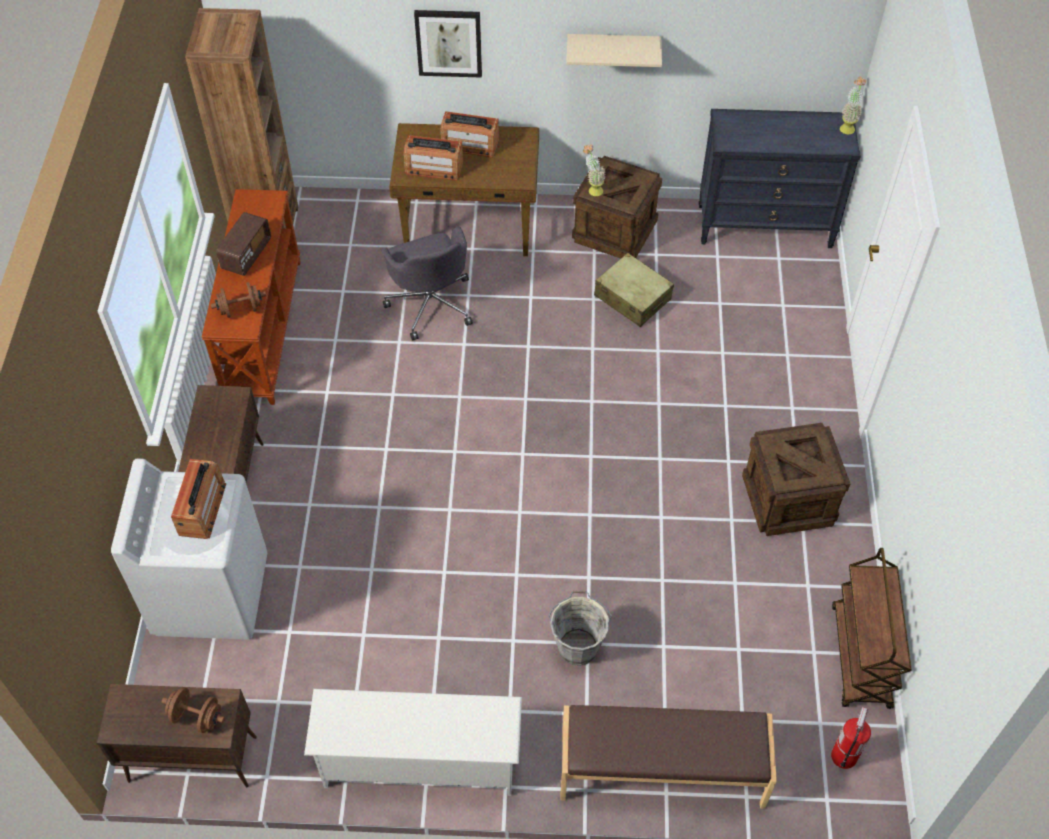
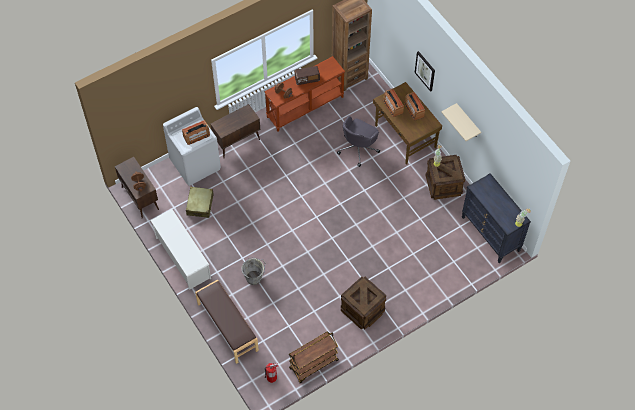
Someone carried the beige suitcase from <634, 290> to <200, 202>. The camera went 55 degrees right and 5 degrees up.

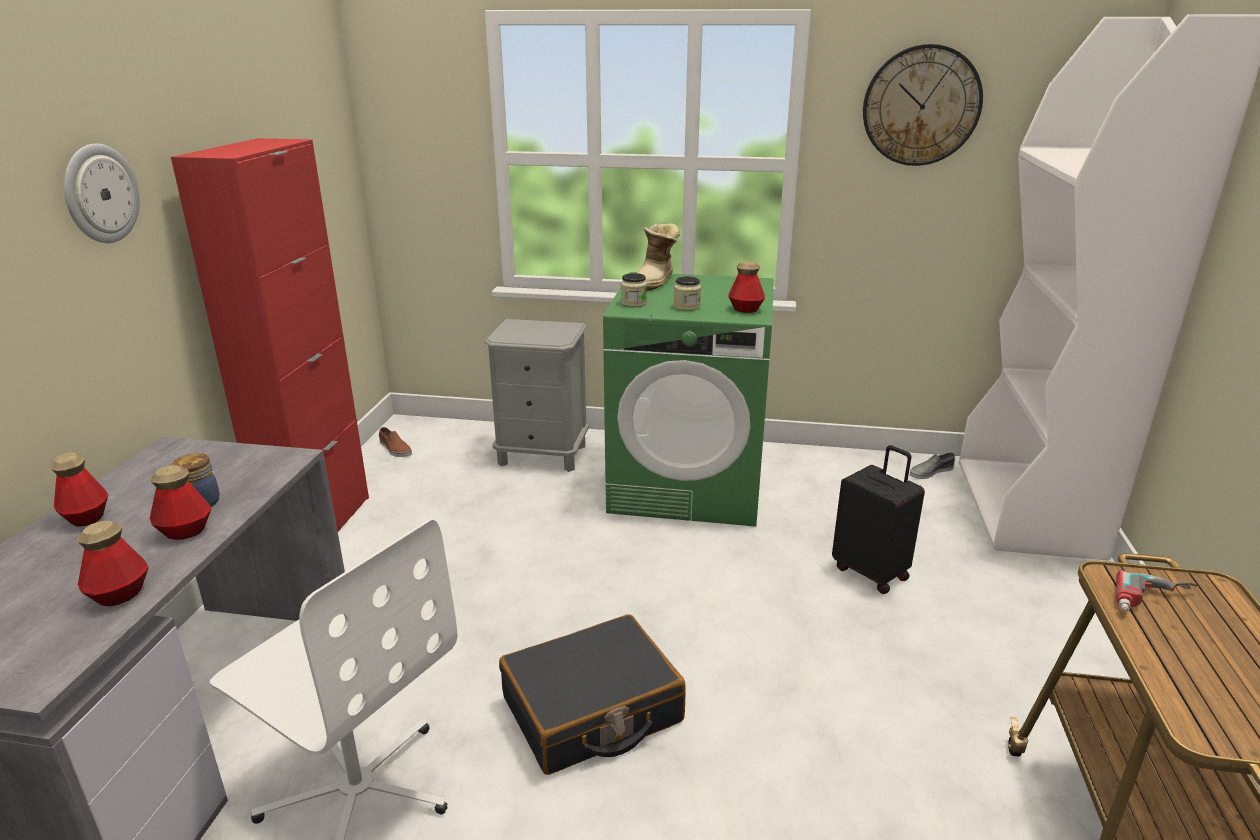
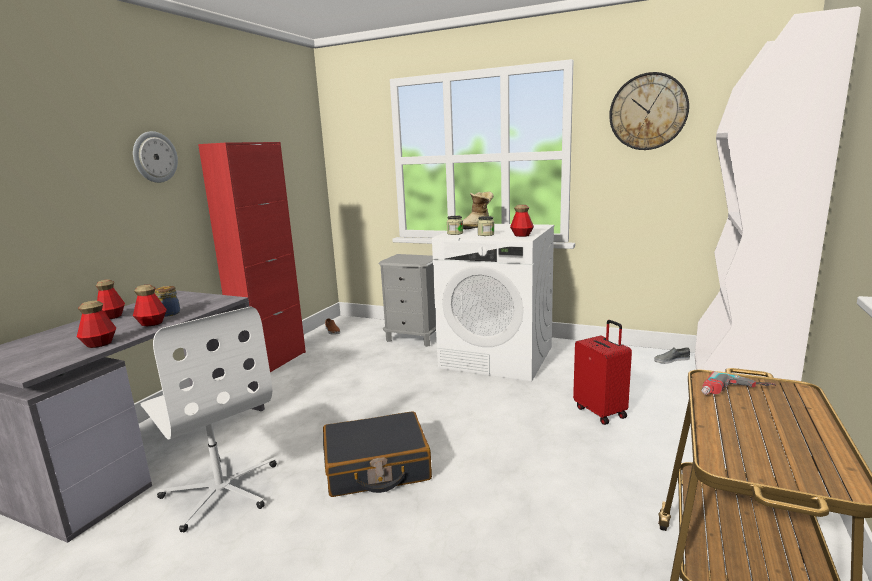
Someone repainted the green washing machine at <688, 399>, which became the white washing machine at <493, 302>. Someone repainted the black suitcase at <878, 519>, which became the red suitcase at <602, 372>. The camera went 15 degrees right and 10 degrees down.

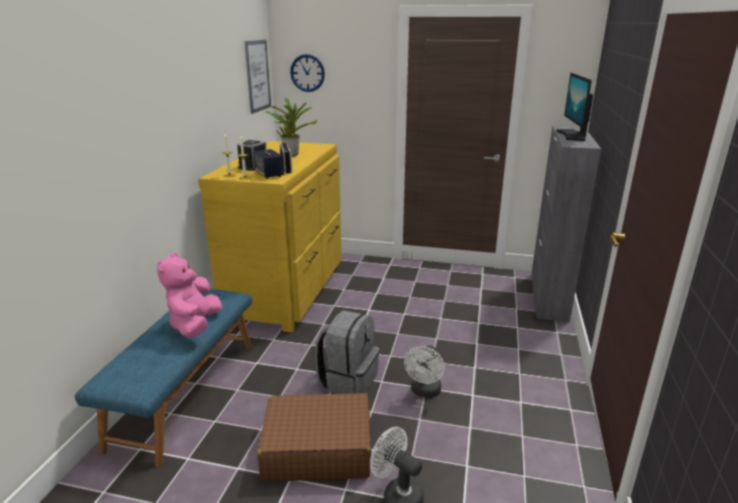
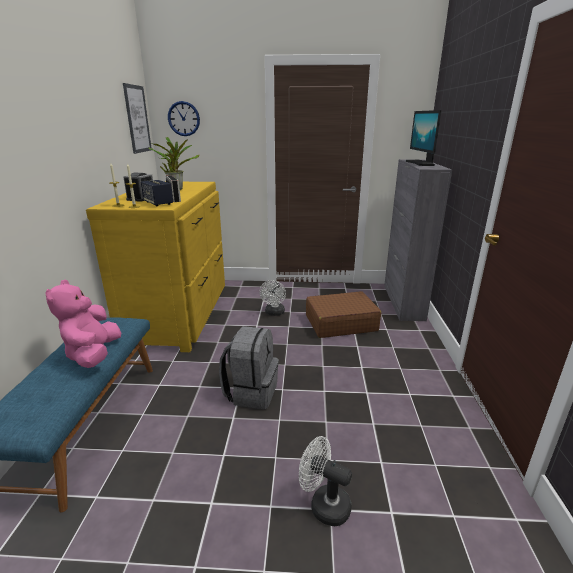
Someone carried the brown suitcase from <314, 437> to <343, 314>. Someone carried the white fan from <424, 371> to <272, 298>. The camera went 10 degrees left and 0 degrees up.

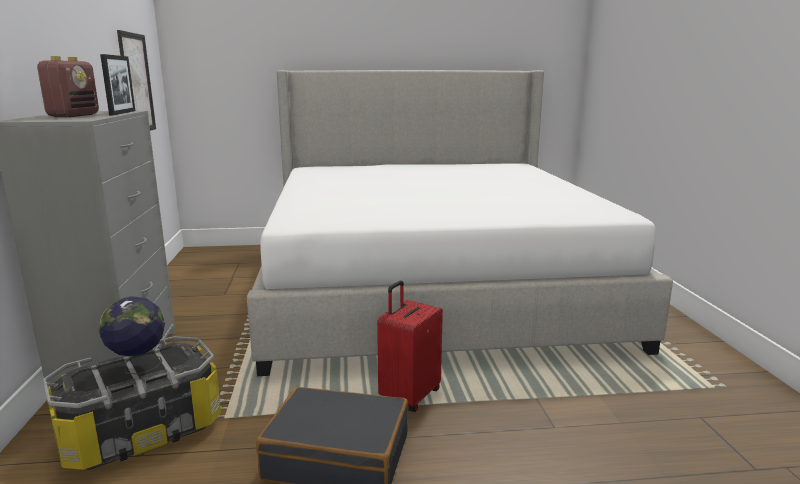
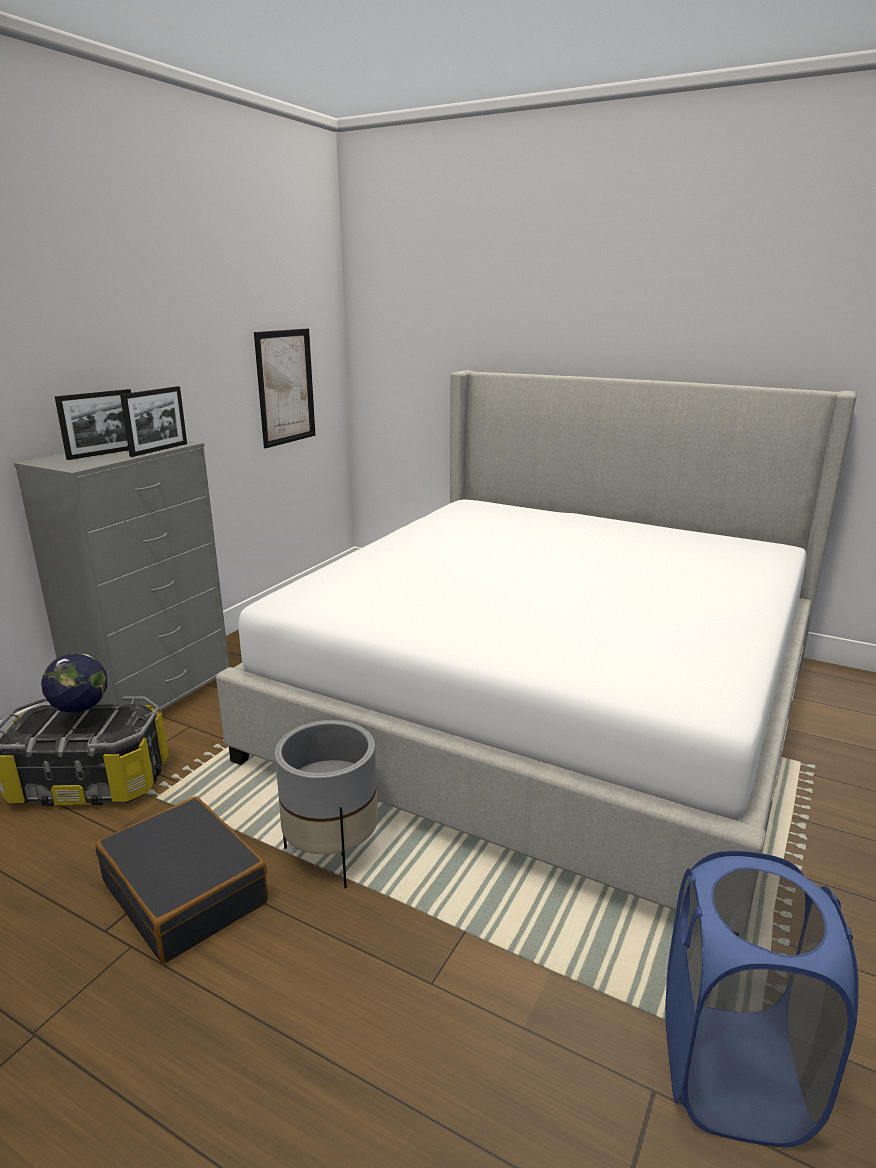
Someone swapped the radio at <68, 86> for the picture frame at <93, 424>. Someone swapped the red suitcase at <410, 346> for the grey planter at <326, 804>. Someone put down the blue laundry basket at <762, 999>. The camera went 35 degrees right and 5 degrees up.

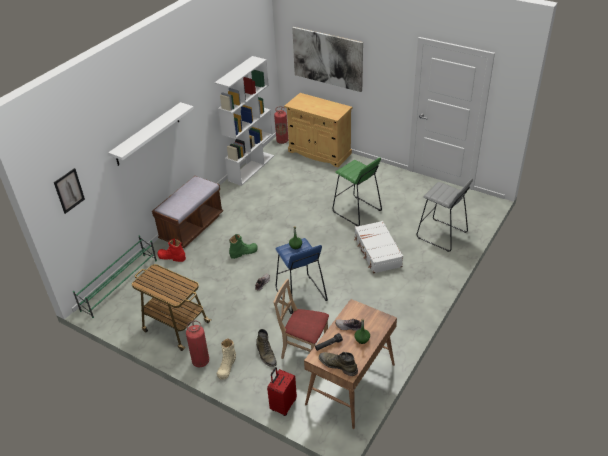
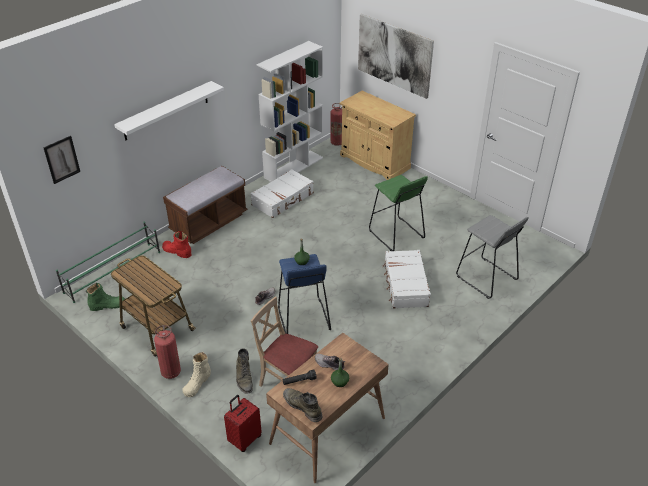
Someone carried the green boot from <243, 246> to <105, 297>. Someone put down the white suitcase at <282, 193>. The camera went 10 degrees right and 0 degrees up.

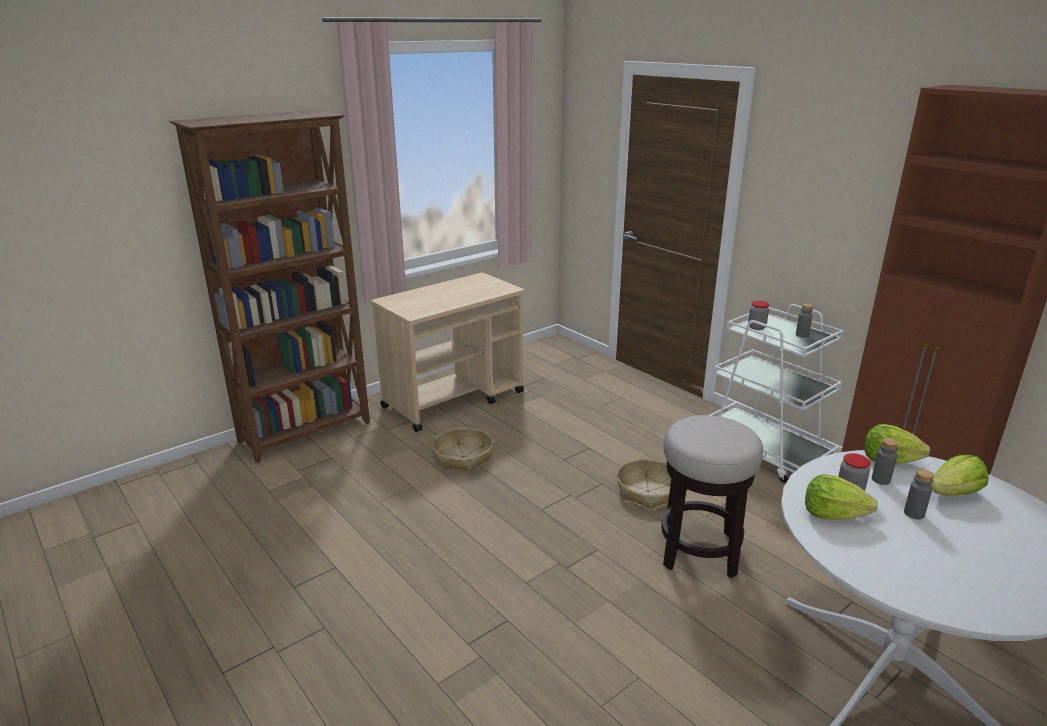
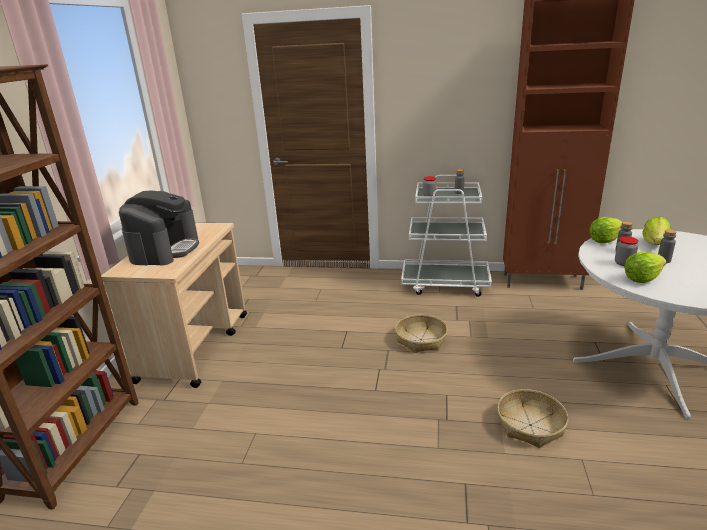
Someone carried the basket from <463, 449> to <532, 418>. Someone took away the stool at <712, 496>. Someone put down the coffee machine at <159, 228>. The camera went 40 degrees left and 0 degrees up.

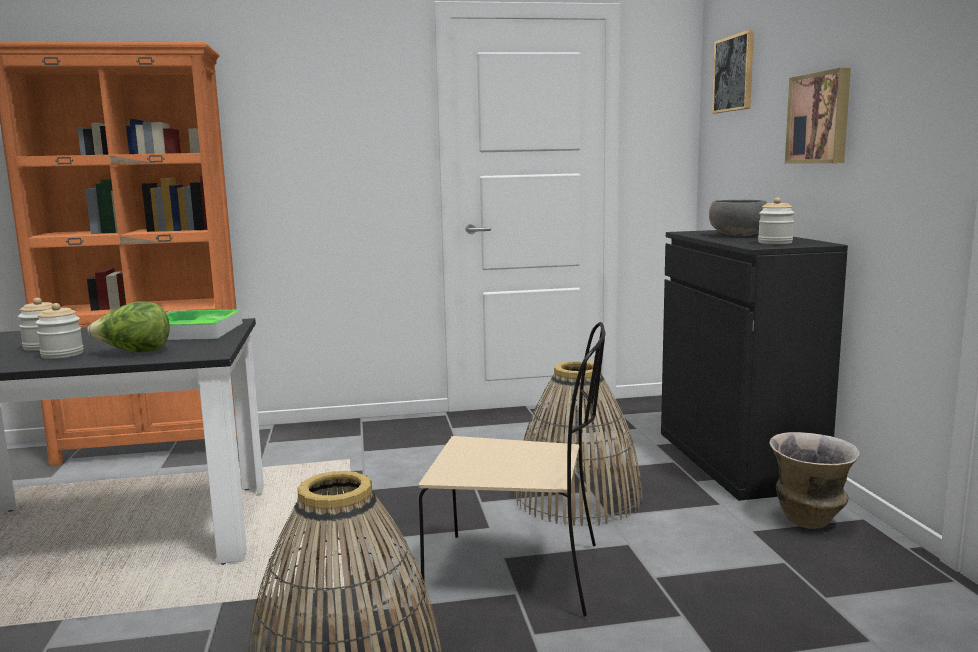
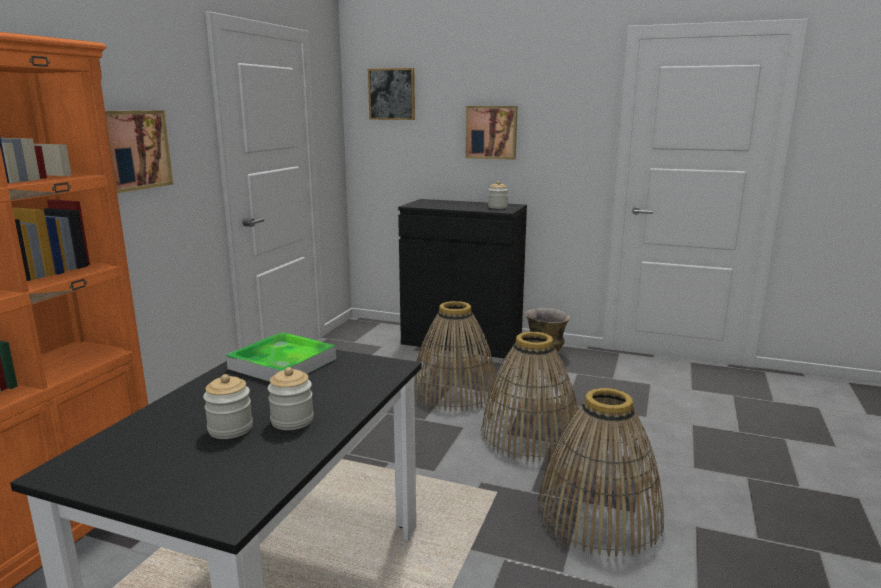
Someone took away the lettuce at <128, 327>. Someone swapped the beige chair at <512, 469> for the basket at <530, 397>. Someone took away the grey bowl at <738, 218>. Someone put up the picture at <139, 151>. The camera went 60 degrees left and 5 degrees up.

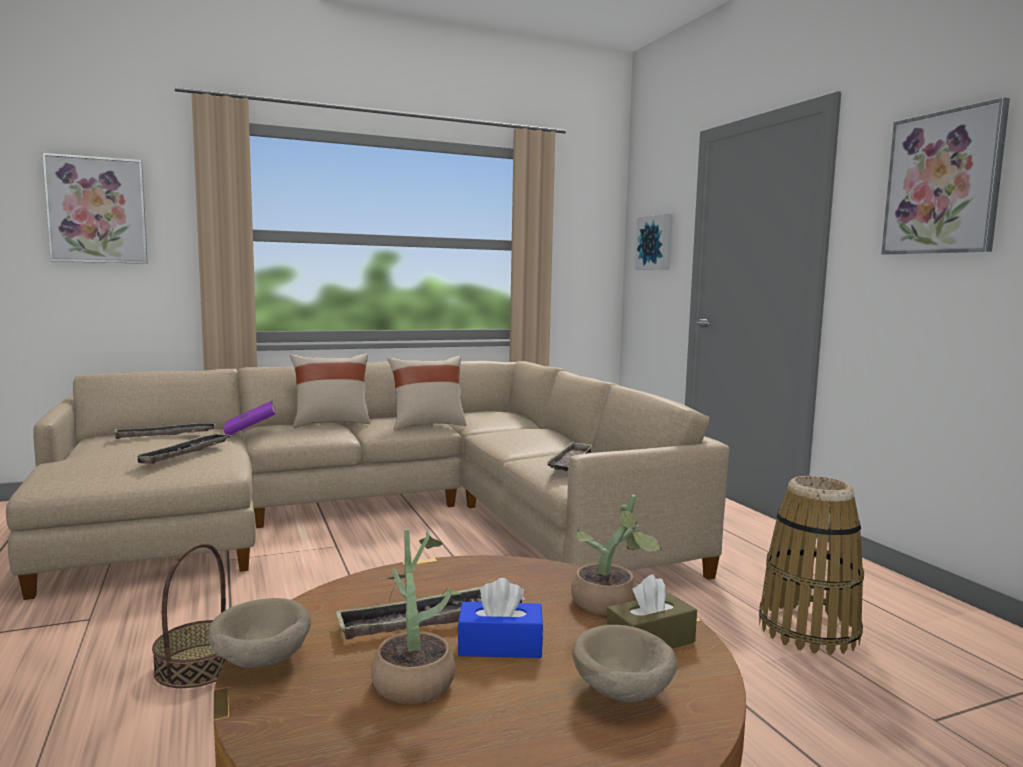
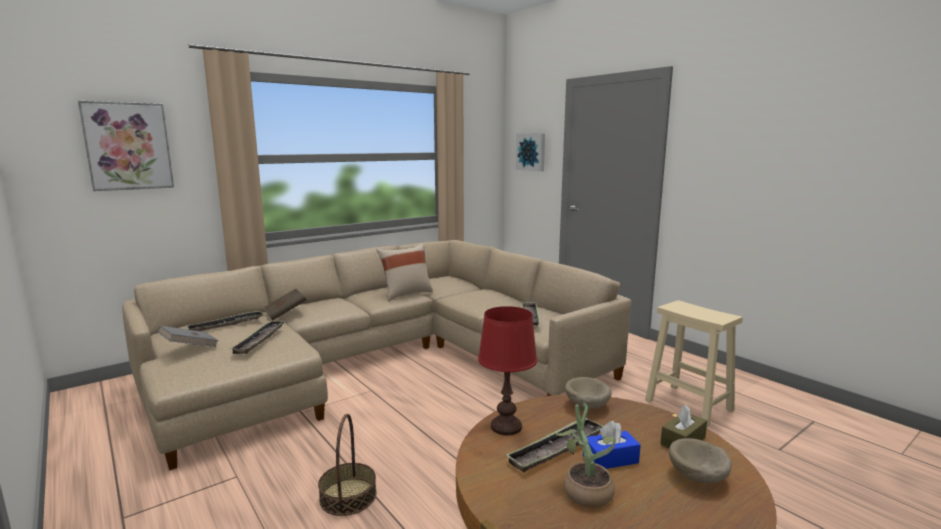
Someone carried the beige bowl from <259, 633> to <588, 393>. Someone repainted the purple book at <249, 418>, which became the brown book at <284, 305>. Someone took away the beige pillow at <330, 390>. Someone took away the potted plant at <616, 555>. Someone swapped the basket at <811, 565> for the beige stool at <694, 363>. Someone took away the picture at <945, 176>. Someone put down the grey book at <188, 336>. Someone put down the red table lamp at <507, 370>. The camera went 15 degrees left and 5 degrees up.

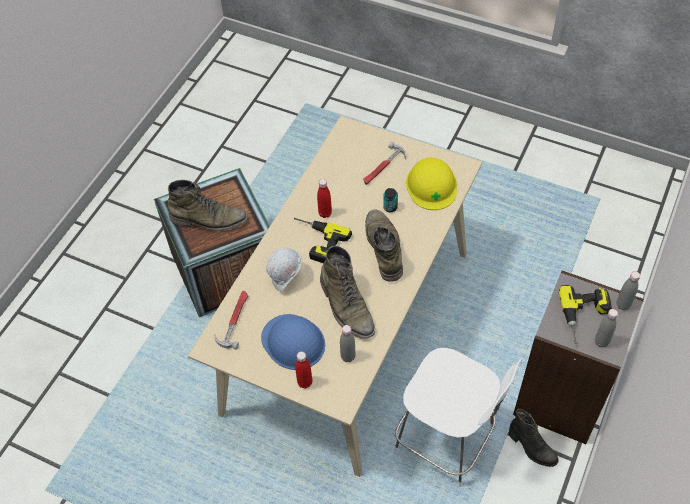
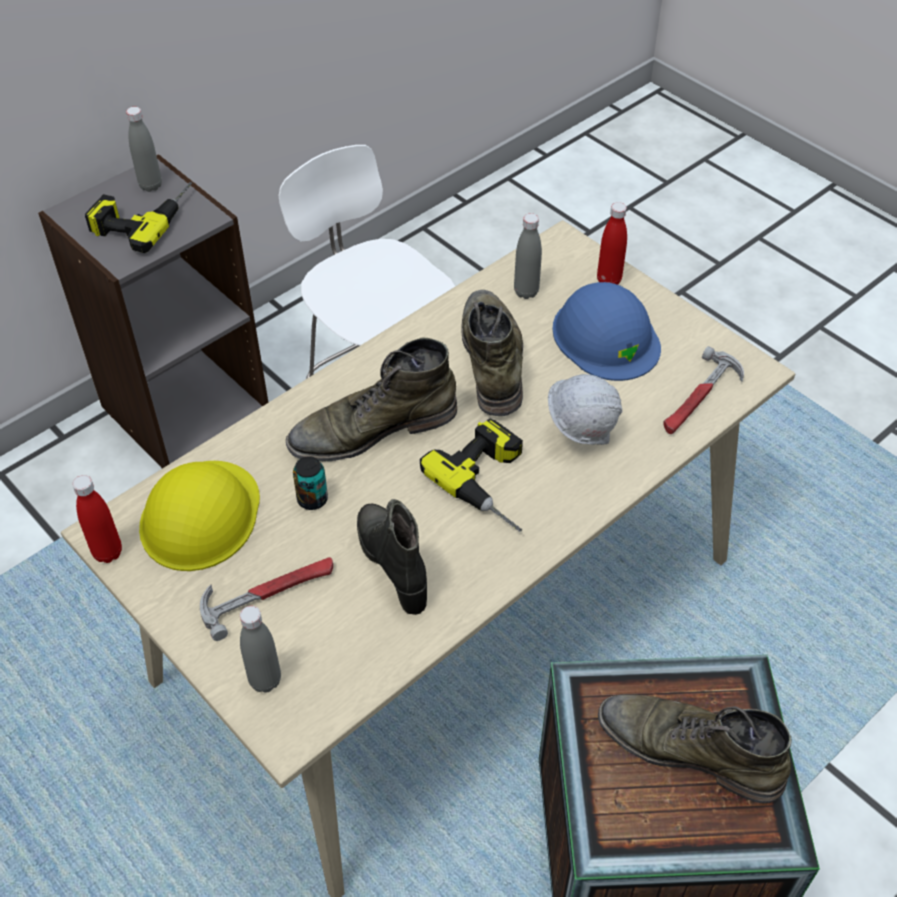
Someone carried the red bottle from <324, 198> to <97, 519>. Someone rotated the green boot at <384, 245> by 60 degrees clockwise. Someone carried the black boot from <534, 438> to <392, 557>. Someone carried the grey bottle from <628, 290> to <260, 649>. The camera went 160 degrees left and 5 degrees down.

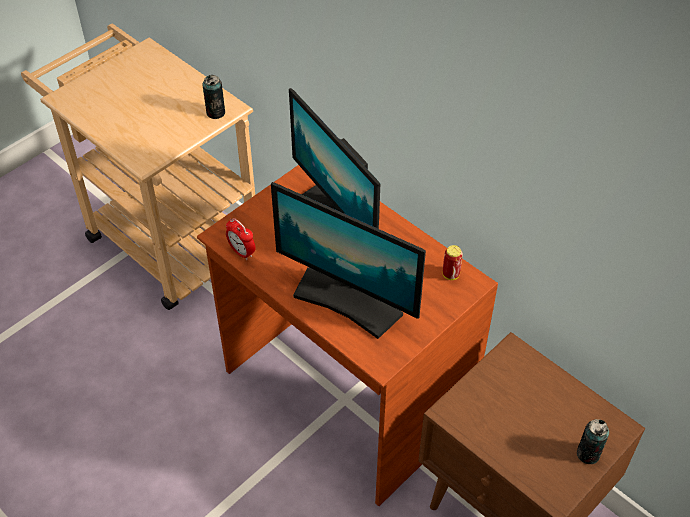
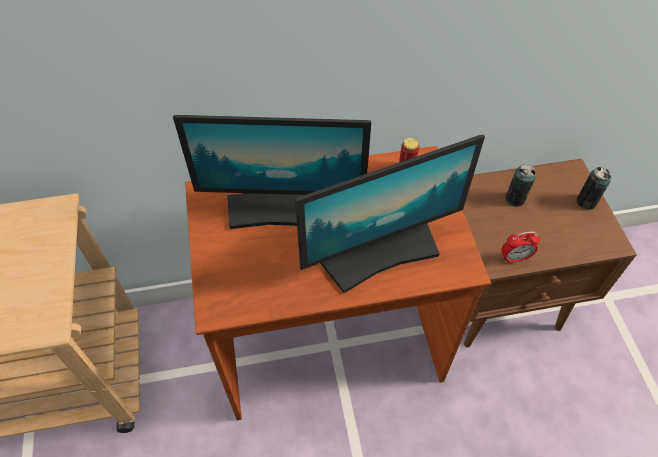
Someone carried the can from <213, 97> to <521, 185>. Someone carried the alarm clock from <240, 239> to <521, 247>. The camera went 55 degrees left and 5 degrees up.

